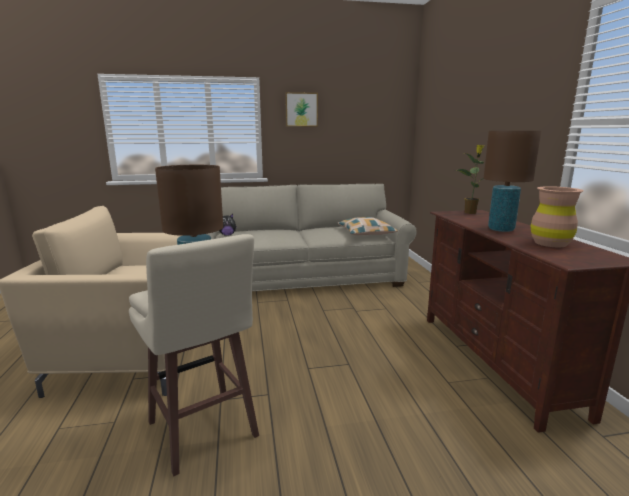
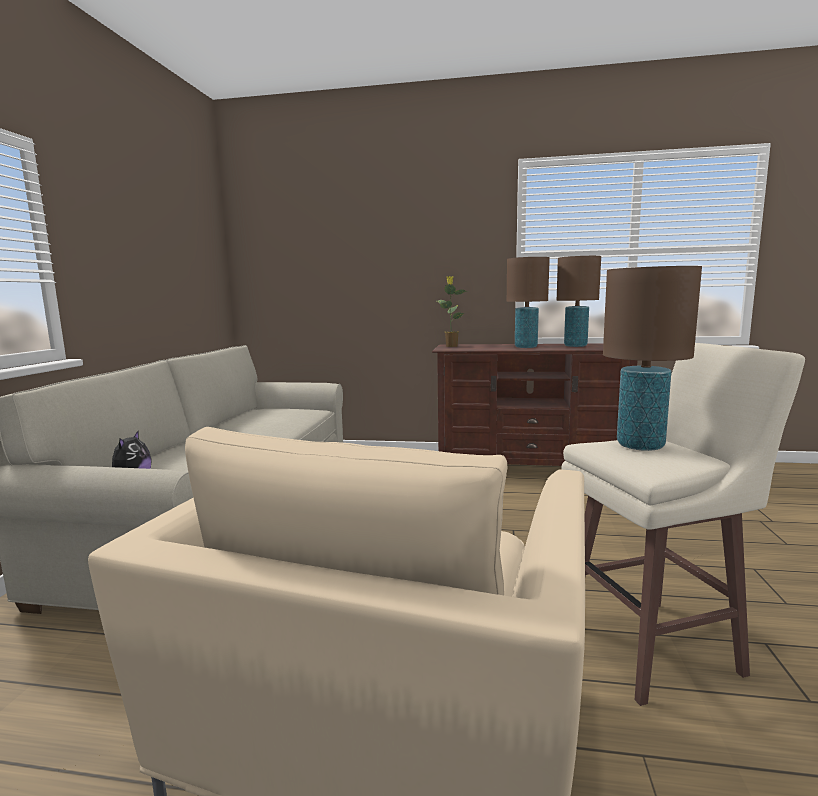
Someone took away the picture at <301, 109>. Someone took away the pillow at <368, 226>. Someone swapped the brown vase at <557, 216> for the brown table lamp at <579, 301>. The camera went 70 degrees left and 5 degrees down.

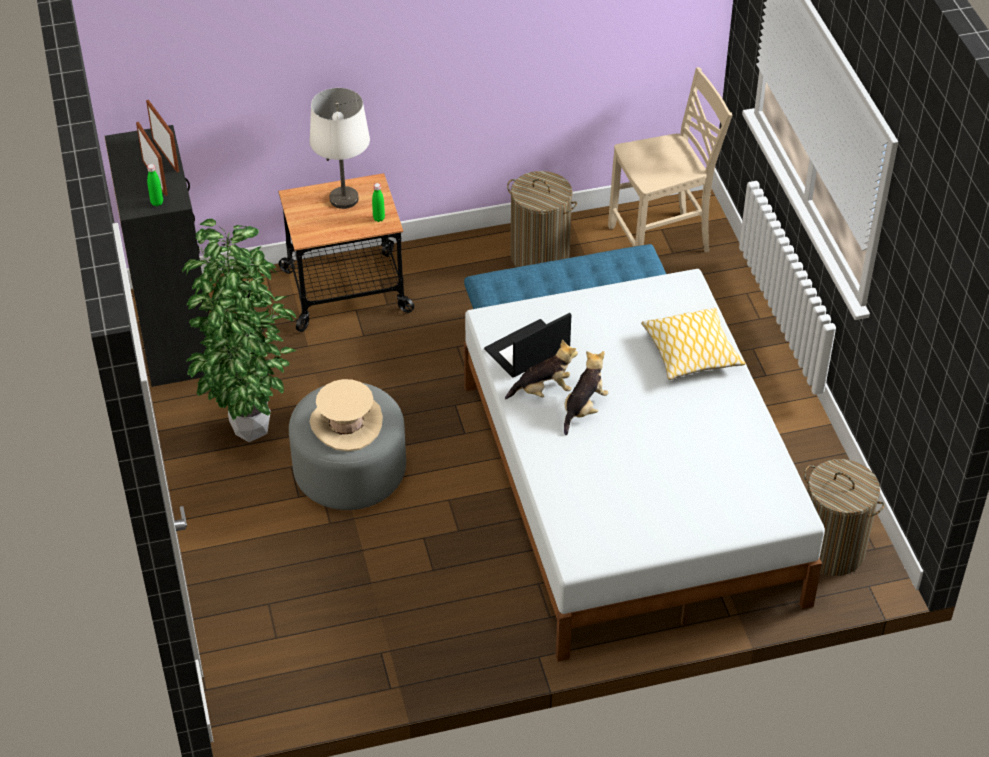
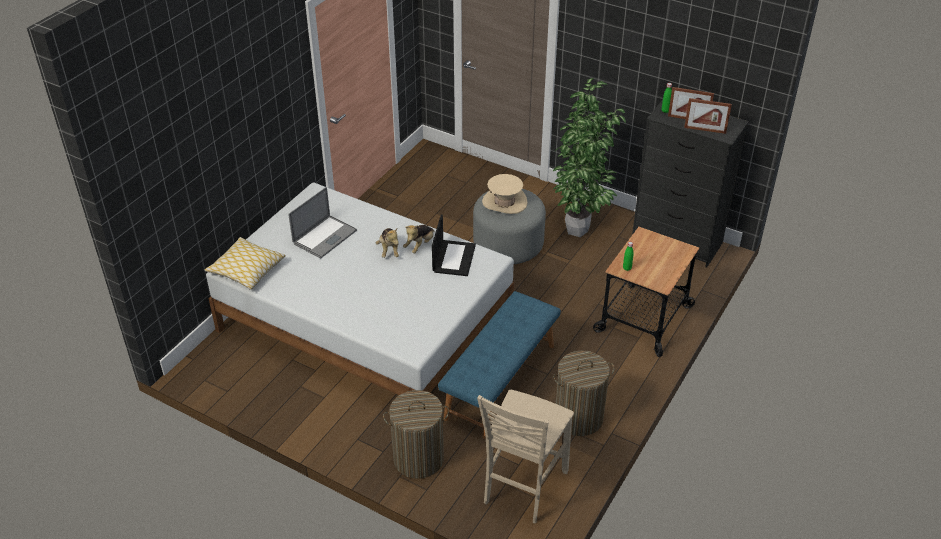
Someone took away the white table lamp at <340, 148>. Someone carried the pillow from <693, 344> to <245, 263>. Someone carried the laundry basket from <844, 517> to <416, 434>. Someone put down the laptop at <322, 222>. The camera went 135 degrees right and 5 degrees down.

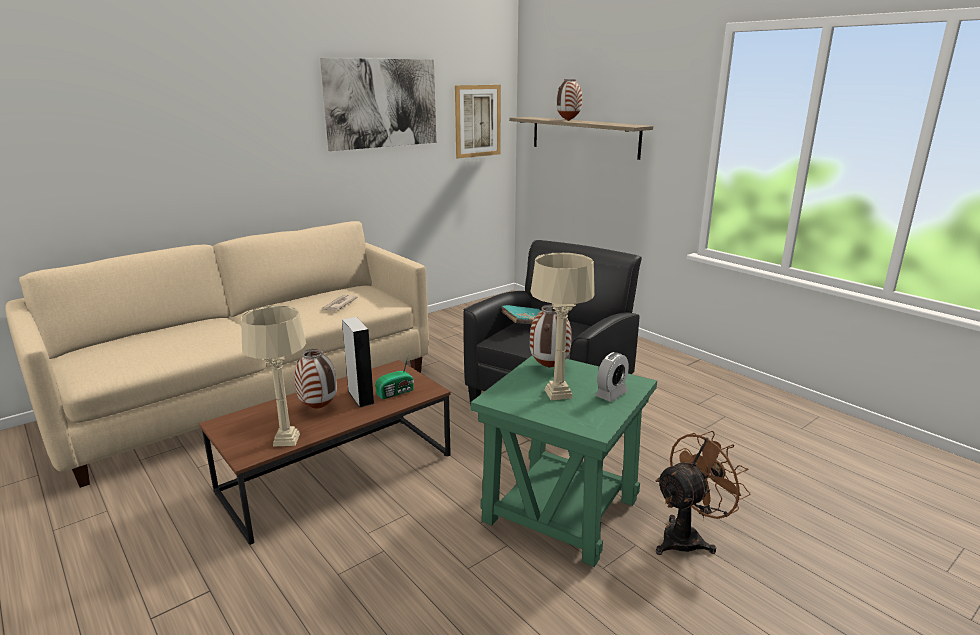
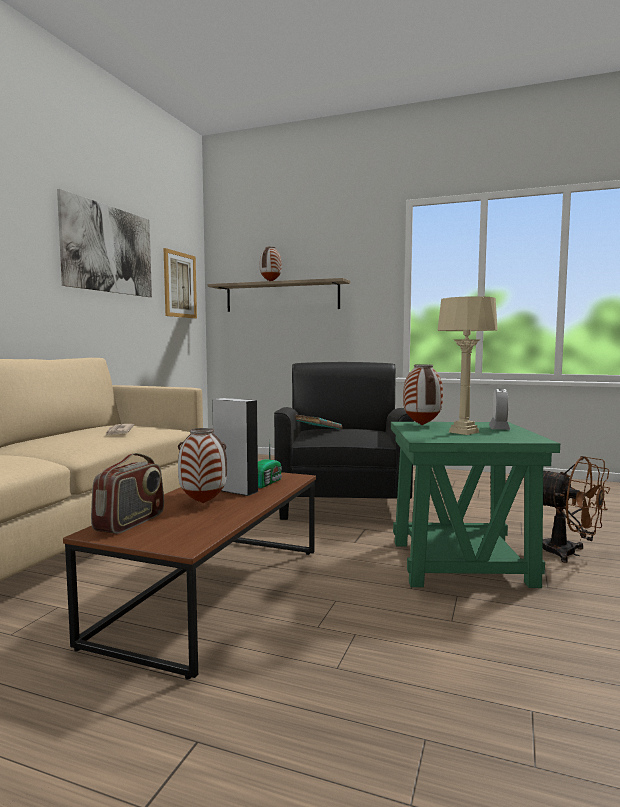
Someone took away the beige table lamp at <273, 376>. Someone rotated the brown fan at <702, 493> by 105 degrees clockwise. Someone put down the radio at <127, 493>. The camera went 30 degrees left and 15 degrees down.

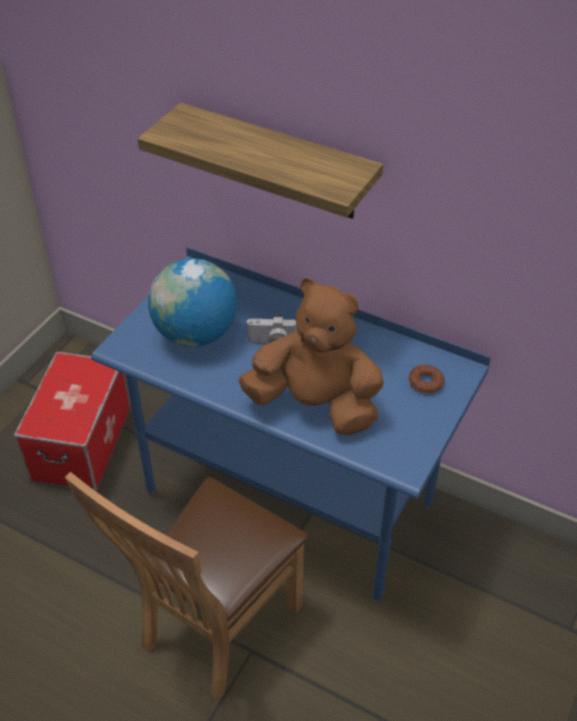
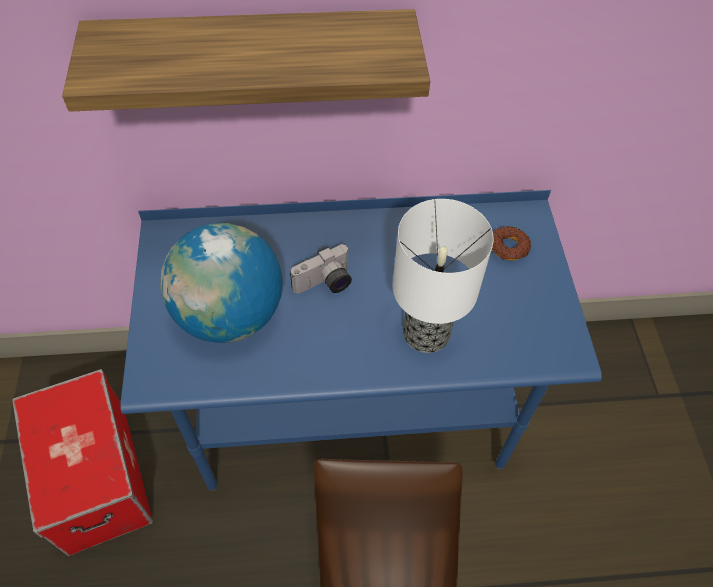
Someone swapped the brown plush toy at <311, 356> for the table lamp at <443, 276>. The camera went 35 degrees left and 10 degrees up.

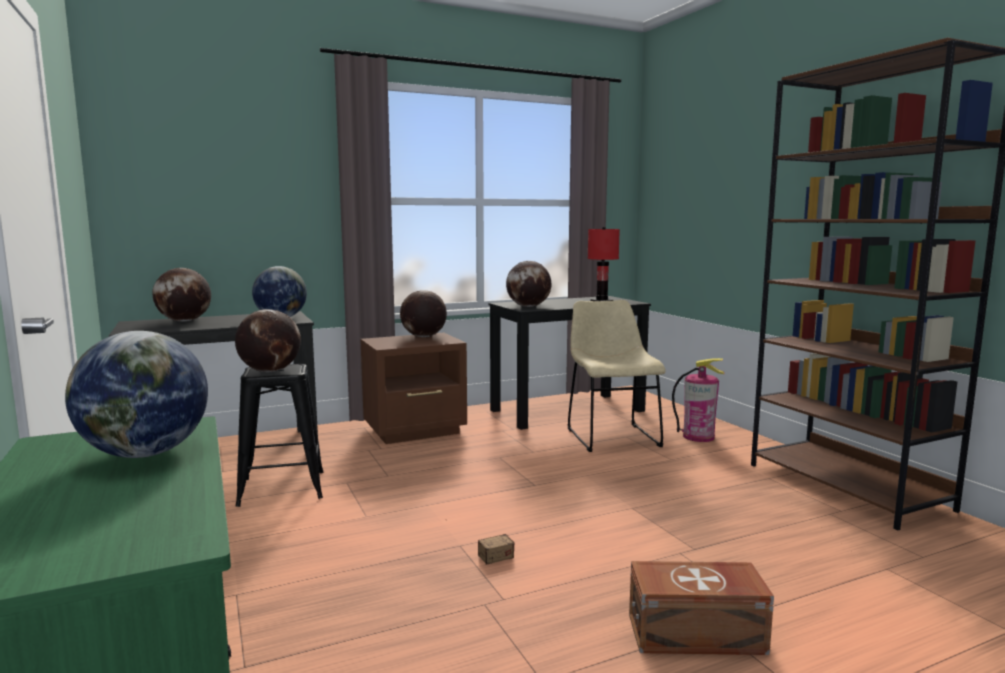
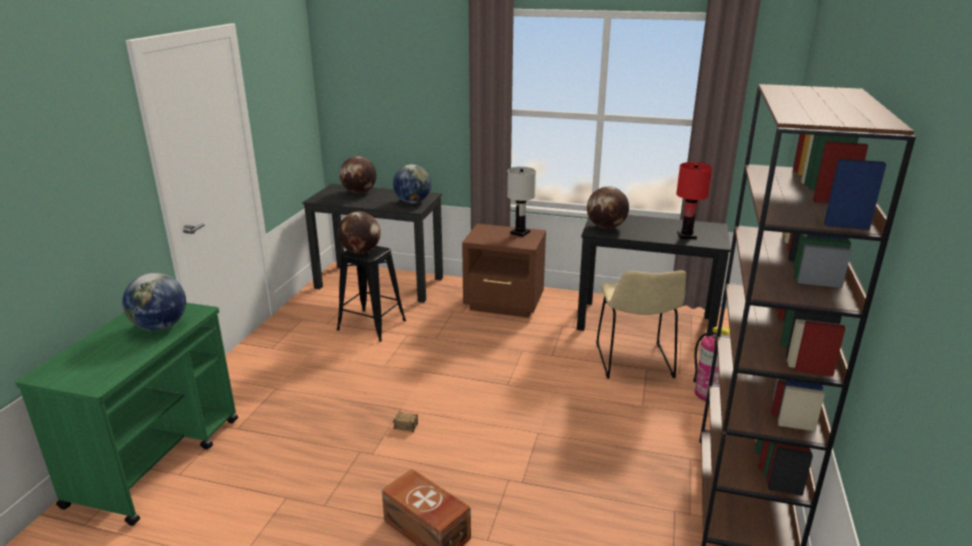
Someone swapped the globe at <423, 313> for the white table lamp at <521, 202>. Someone rotated the beige chair at <617, 376> by 150 degrees clockwise. The camera went 40 degrees right and 15 degrees up.

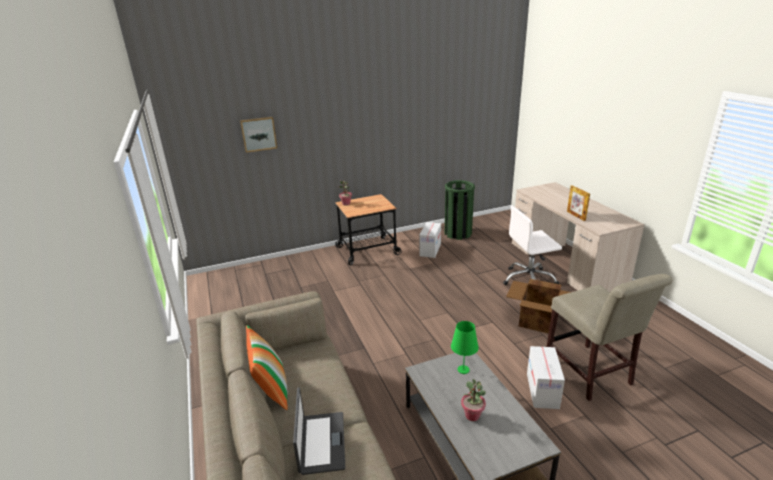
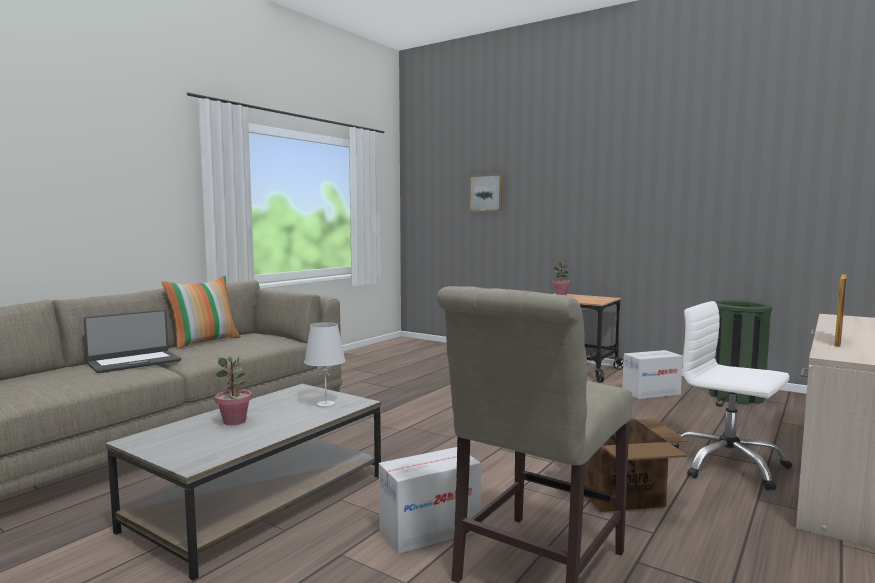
Someone repainted the green table lamp at <465, 347>, which became the white table lamp at <325, 365>. The camera went 55 degrees right and 20 degrees down.

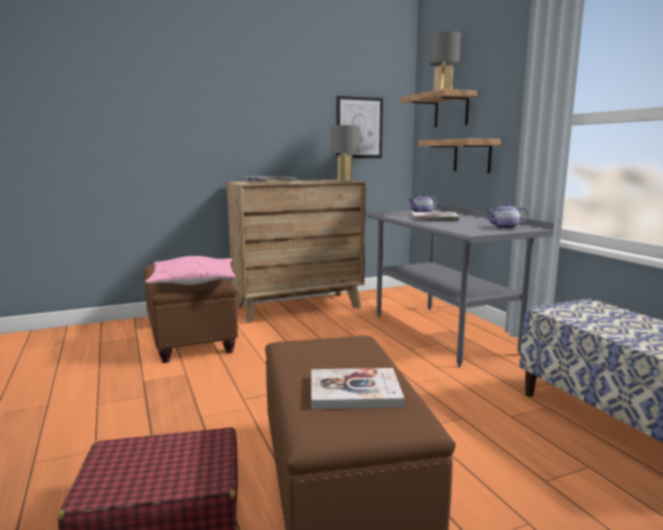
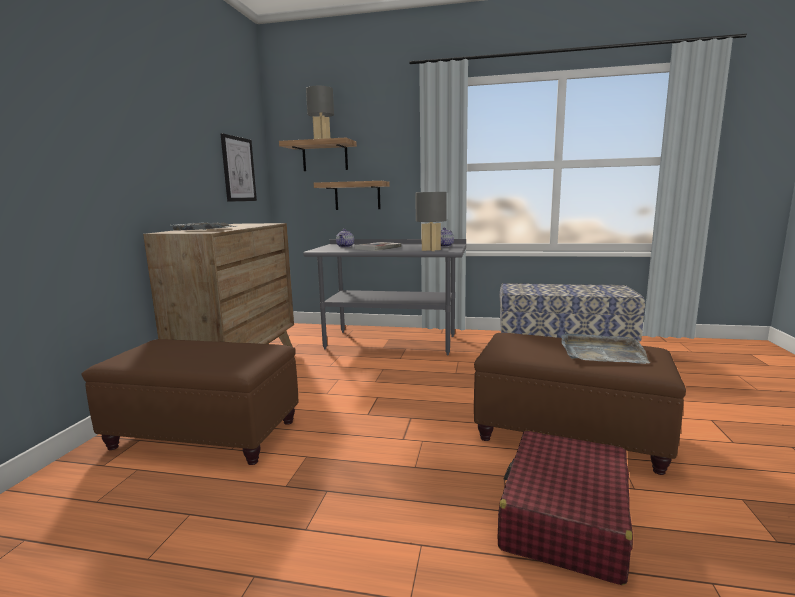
Someone took away the pink pillow at <190, 270>. Someone swapped the book at <358, 388> for the grey tray at <605, 348>. Someone carried the grey table lamp from <345, 153> to <431, 221>. The camera went 55 degrees left and 0 degrees up.

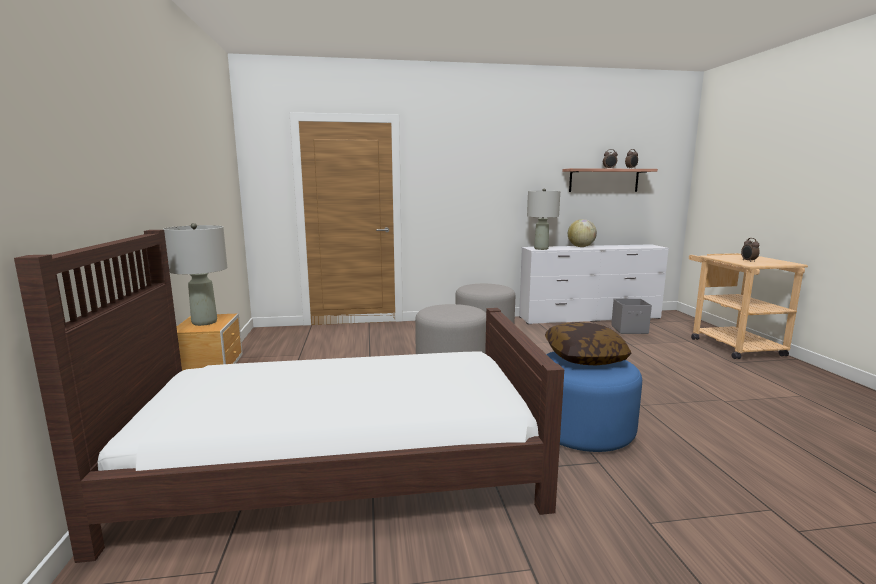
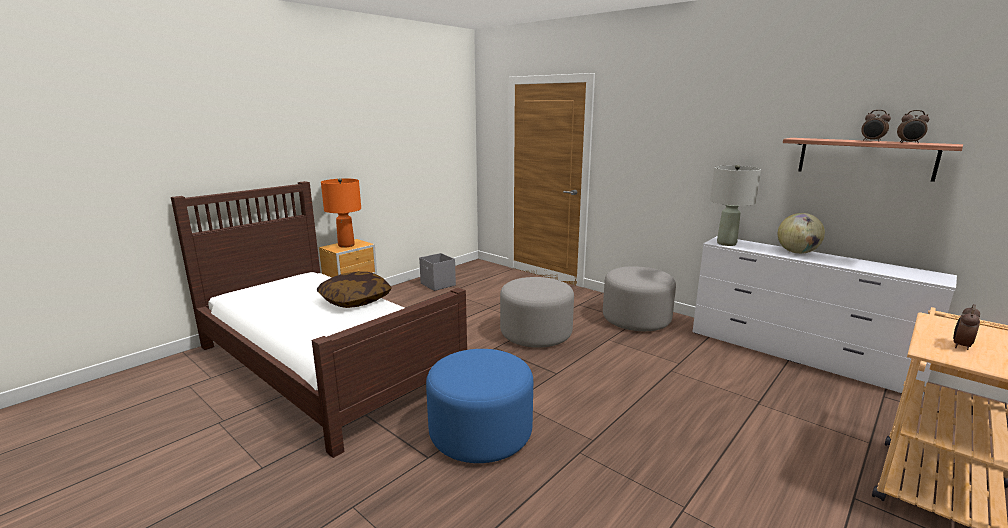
Someone repainted the grey table lamp at <195, 274>, which became the orange table lamp at <341, 213>. Someone carried the pillow from <588, 343> to <354, 289>. Someone carried the grey storage box from <631, 316> to <437, 272>. The camera went 50 degrees right and 5 degrees up.

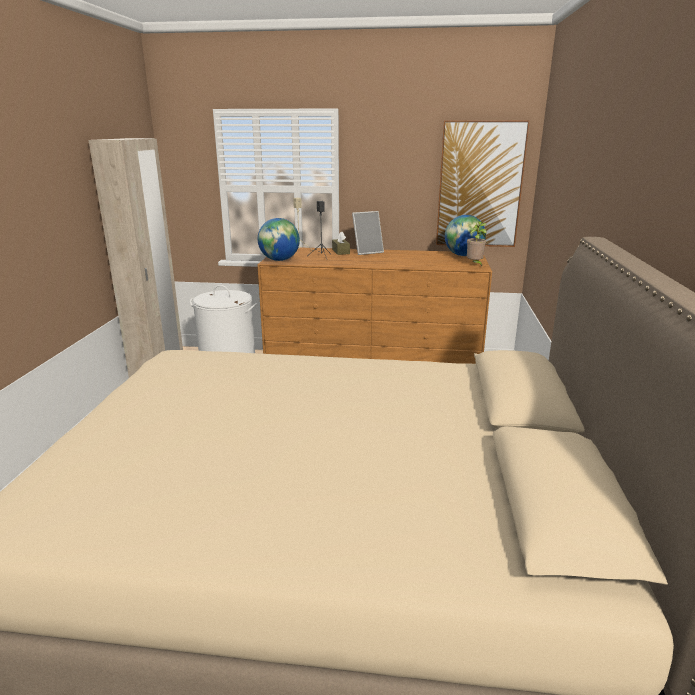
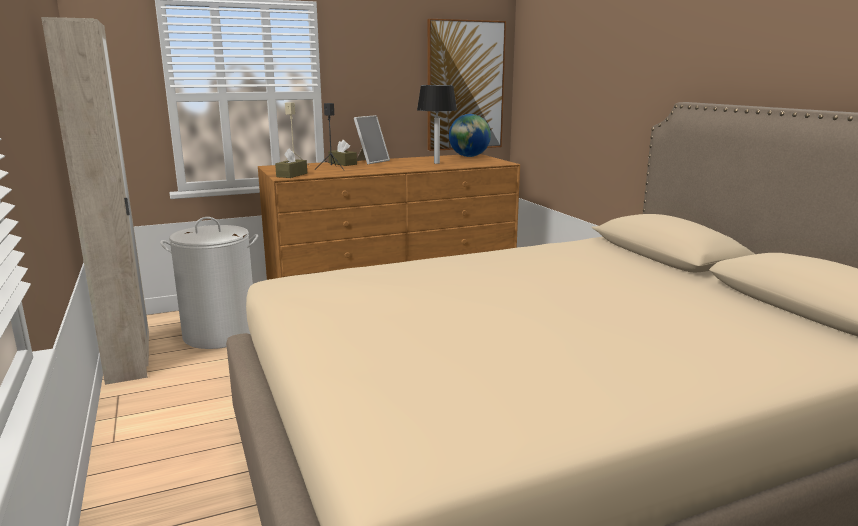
Someone swapped the globe at <279, 239> for the brown tissue box at <291, 163>. Someone took away the potted plant at <477, 243>. Someone put down the table lamp at <437, 124>. The camera went 30 degrees left and 5 degrees down.

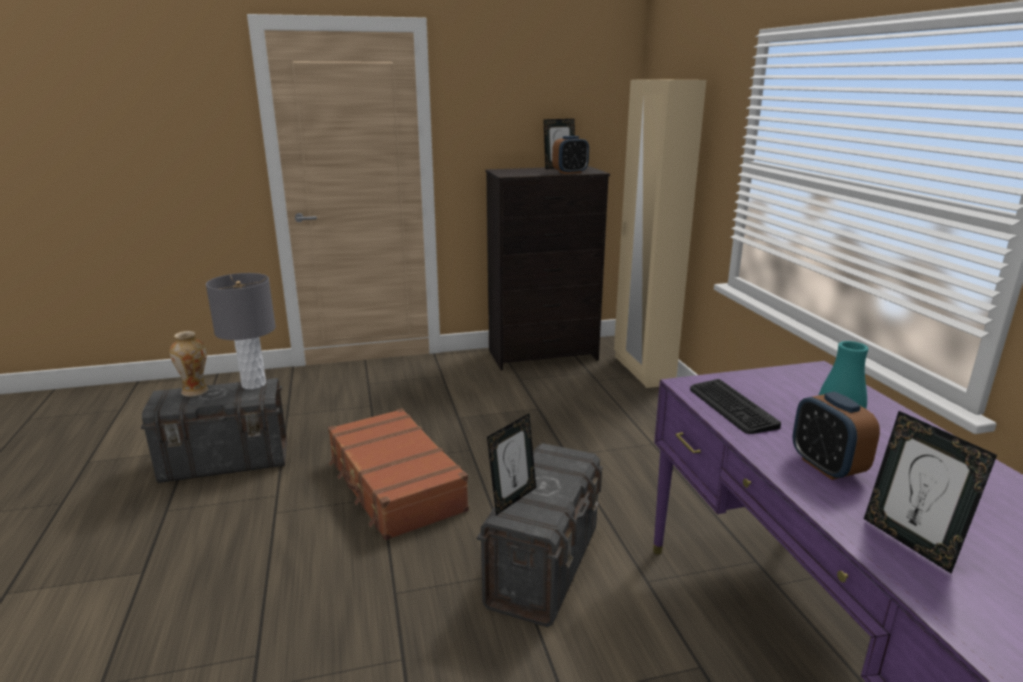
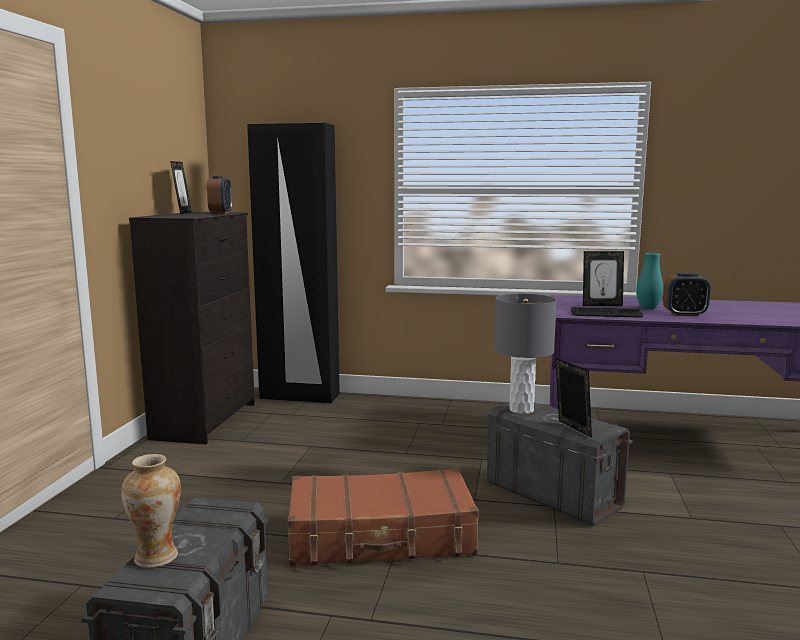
Someone carried the grey table lamp from <241, 331> to <525, 354>. Someone repainted the beige wardrobe at <660, 234>, which became the black wardrobe at <293, 263>. Someone carried the picture frame from <930, 492> to <603, 278>. The camera went 65 degrees left and 10 degrees down.

